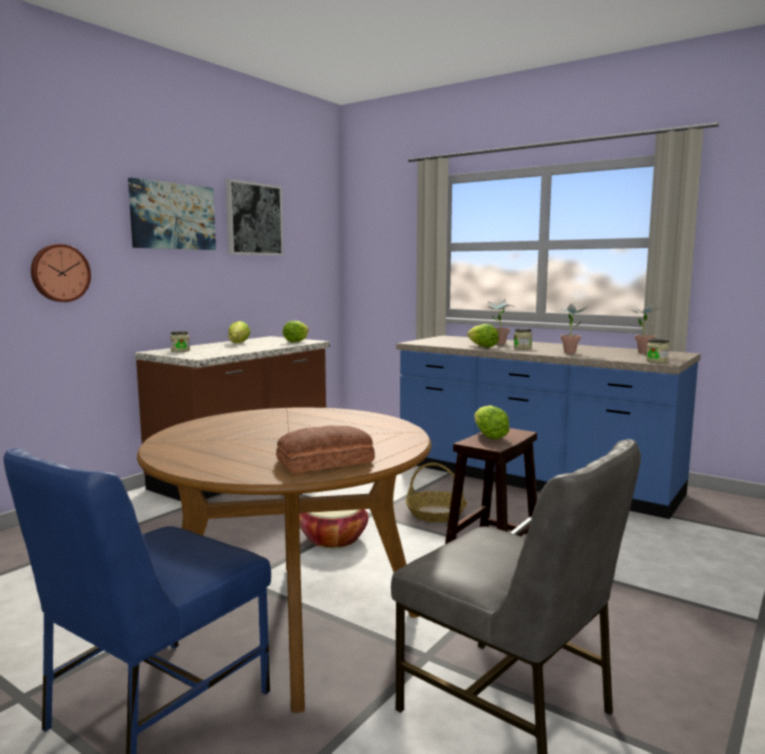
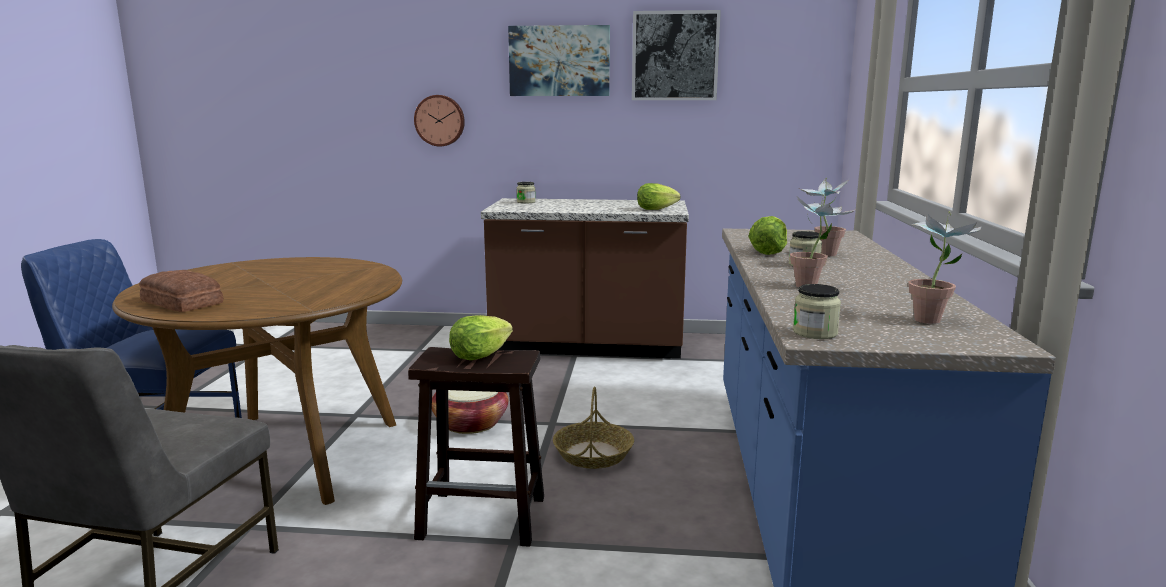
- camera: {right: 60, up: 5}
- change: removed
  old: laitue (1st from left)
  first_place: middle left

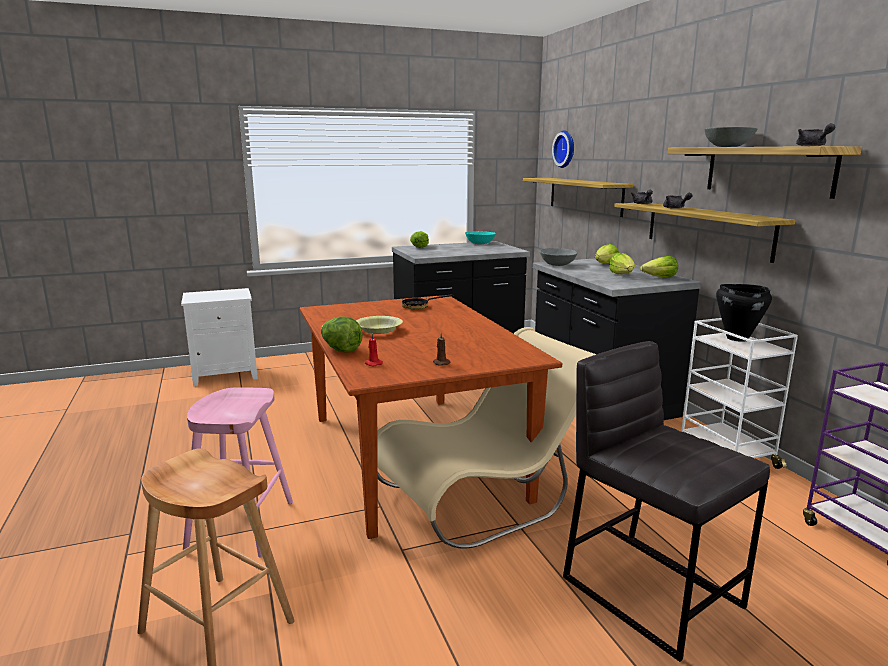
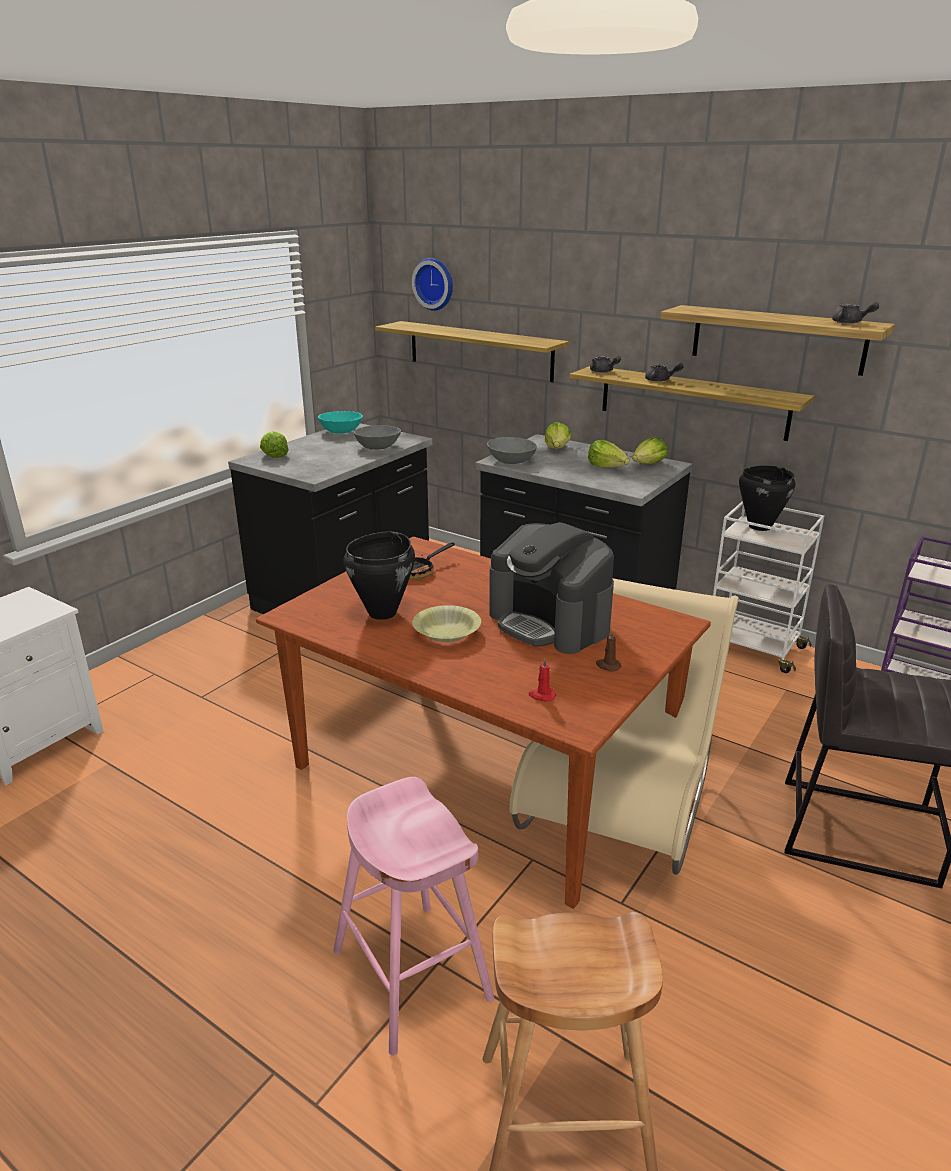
- camera: {right: -35, up: 10}
- change: moved
  old: bol (gris) (2nd from left in the first image)
  new: bol (gris) (1st from left)
  first_place: top right
  second_place: centre
- change: removed
  old: laitue (1st from left)
  first_place: centre
- change: added
  new: machine à café
  second_place: centre
- change: added
  new: marmite (noir) (1st from left)
  second_place: centre

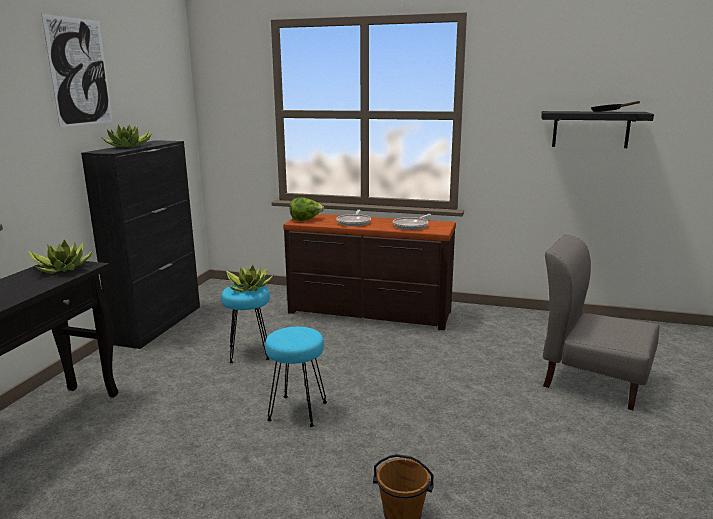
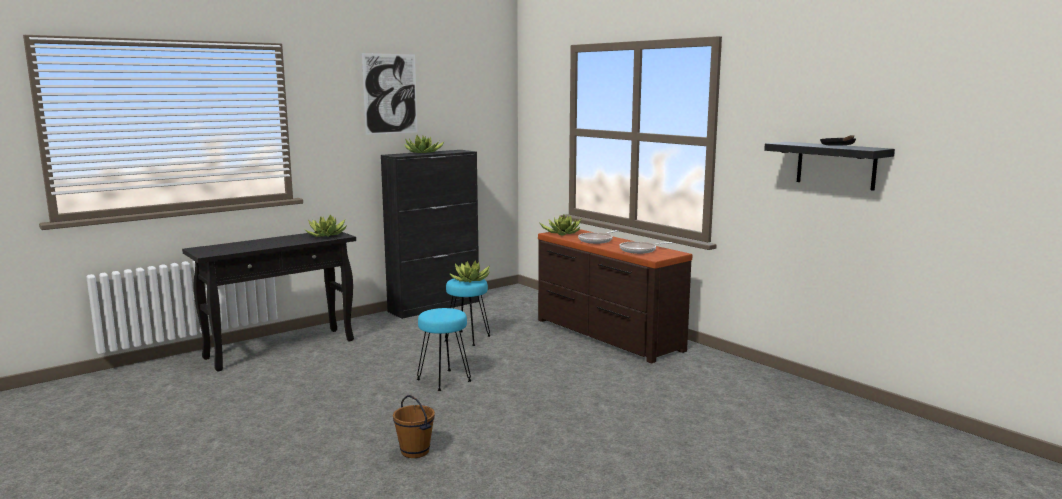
- camera: {right: 35, up: -5}
- change: replaced
  old: laitue
  new: plante en pot (4th from left)
  first_place: centre
  second_place: centre
- change: removed
  old: chaise (gris)
  first_place: middle right

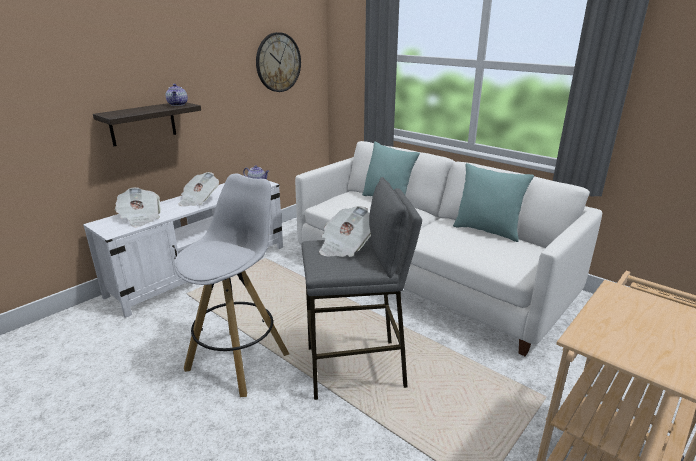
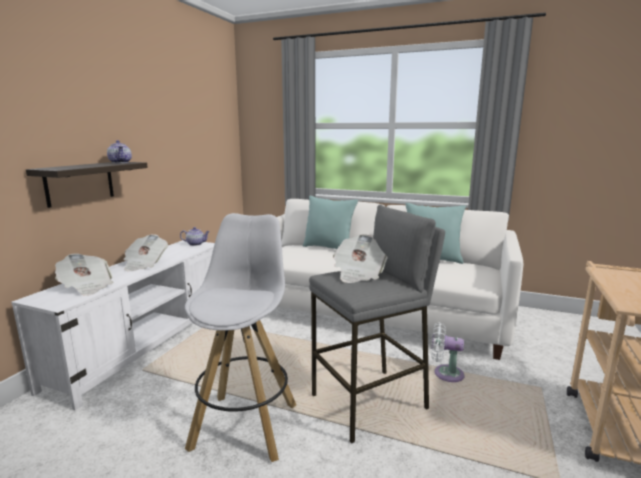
- camera: {right: -20, up: -10}
- change: removed
  old: horloge murale
  first_place: top centre
- change: added
  new: ventilateur (blanc)
  second_place: bottom right

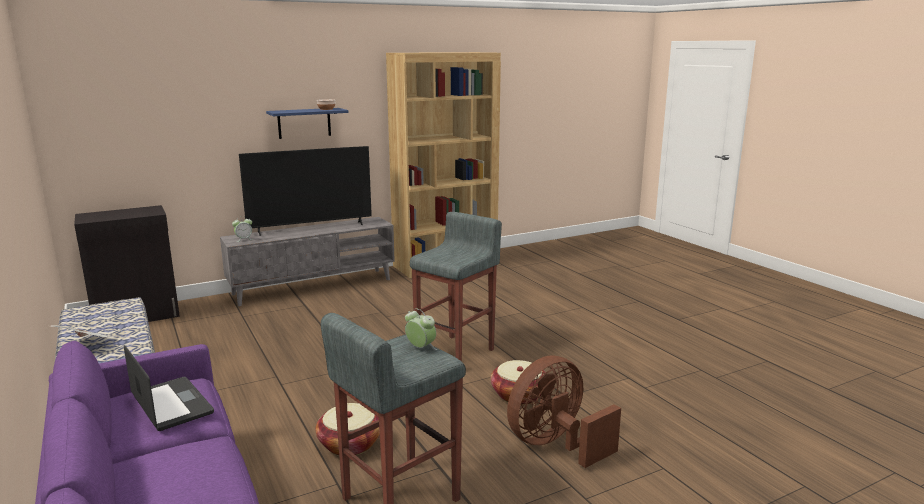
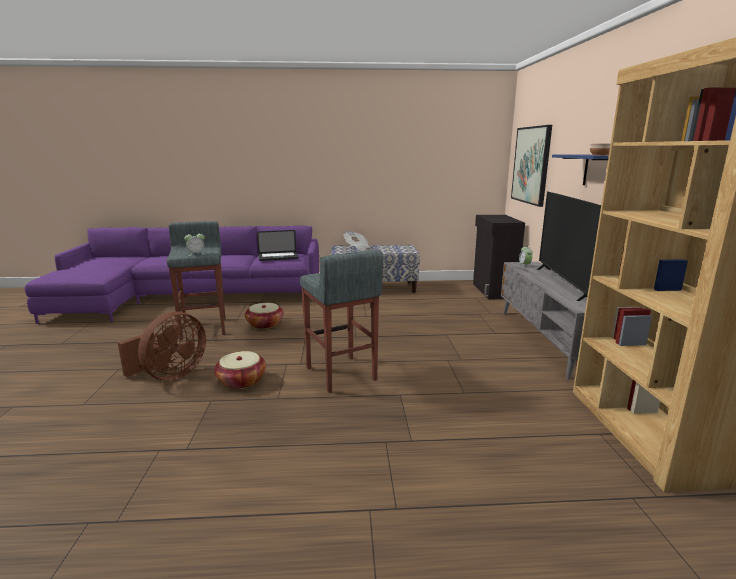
- camera: {right: 115, up: 0}
- change: turned
  old: ventilateur (marron)
  first_place: bottom centre
  second_place: middle left
  degrees: 45
- change: added
  new: tableau
  second_place: top right

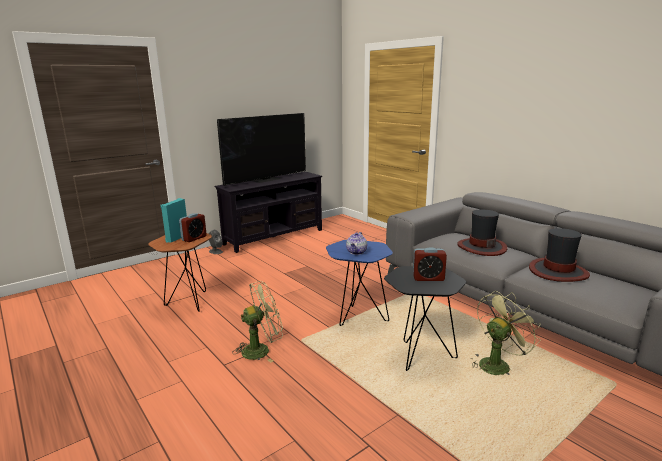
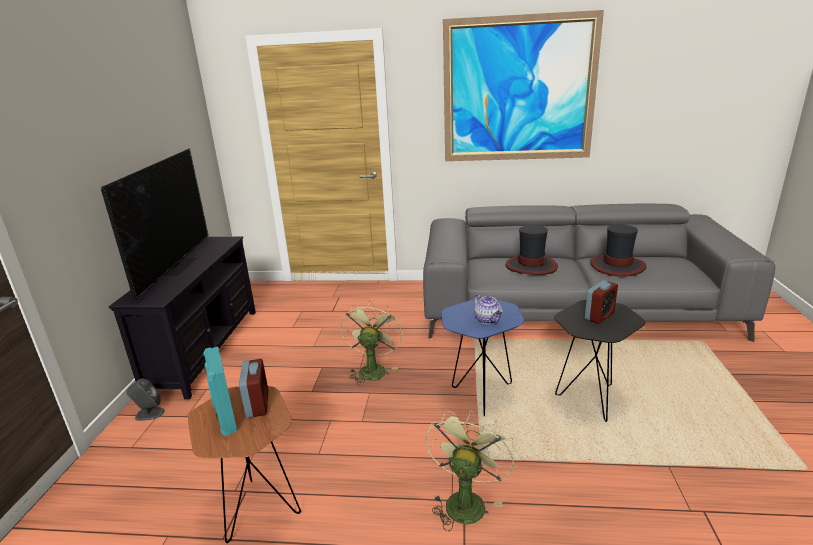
- camera: {right: -45, up: 5}
- change: moved
  old: ventilateur (vert) (2nd from left in the first image)
  new: ventilateur (vert) (1st from left)
  first_place: bottom right
  second_place: centre
- change: added
  new: tableau
  second_place: top centre

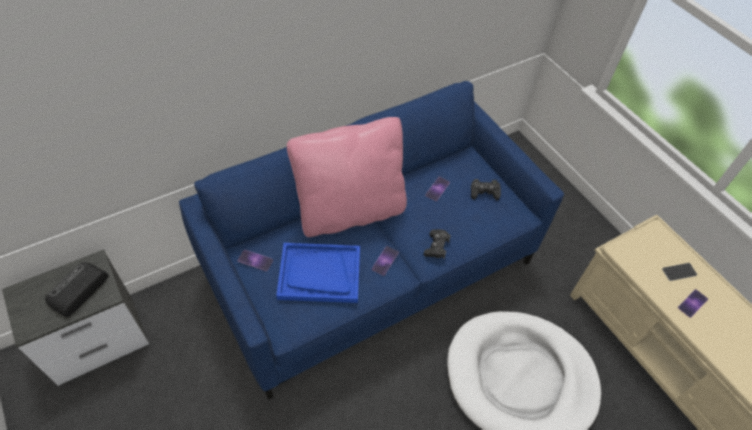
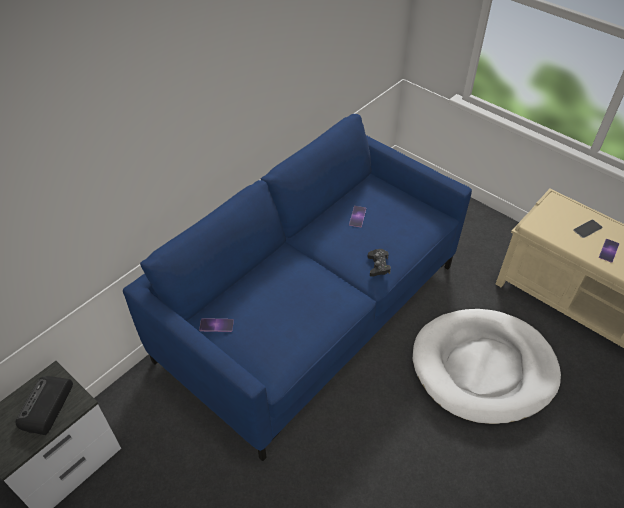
- camera: {right: -15, up: -5}
- change: removed
  old: coussin (rose)
  first_place: centre
- change: removed
  old: manette (noir) (2nd from left)
  first_place: centre
- change: removed
  old: plateau (bleu)
  first_place: centre
- change: removed
  old: téléphone (2nd from left)
  first_place: centre

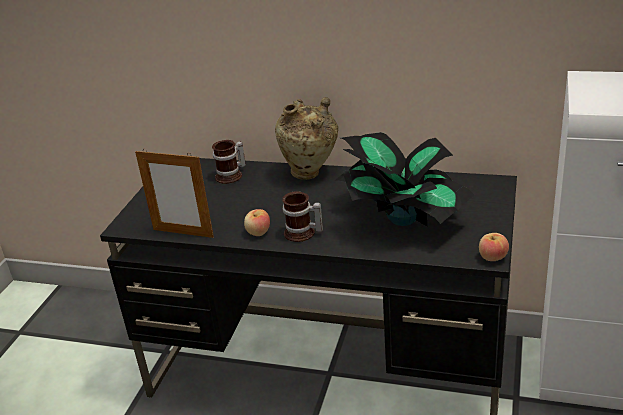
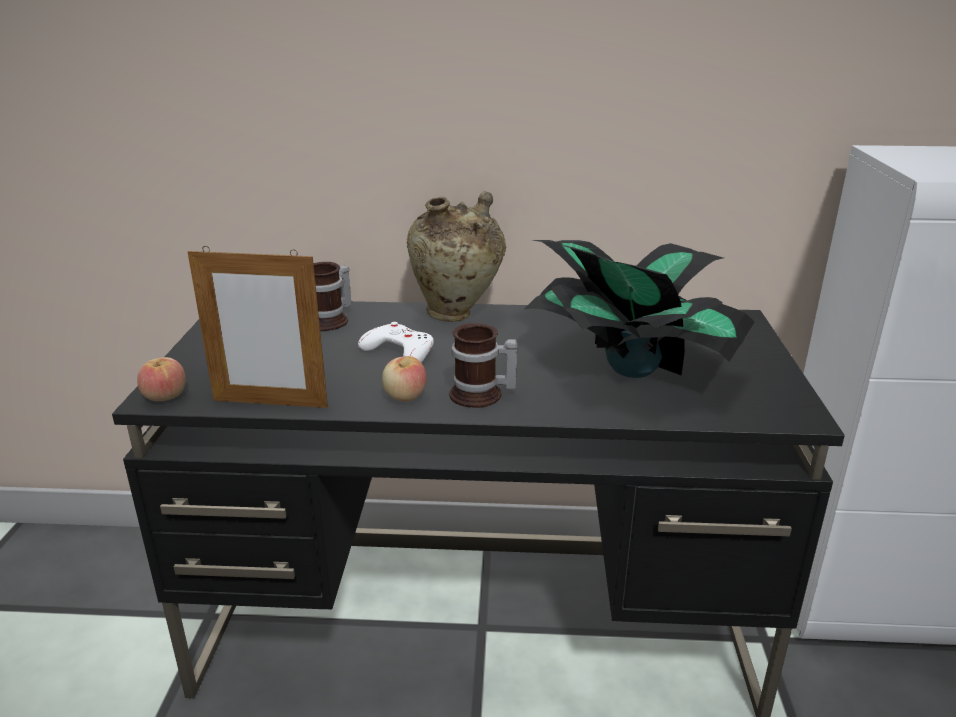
- camera: {right: -15, up: -5}
- change: moved
  old: pomme (2nd from left in the first image)
  new: pomme (1st from left)
  first_place: middle right
  second_place: middle left
- change: added
  new: manette (blanc)
  second_place: centre

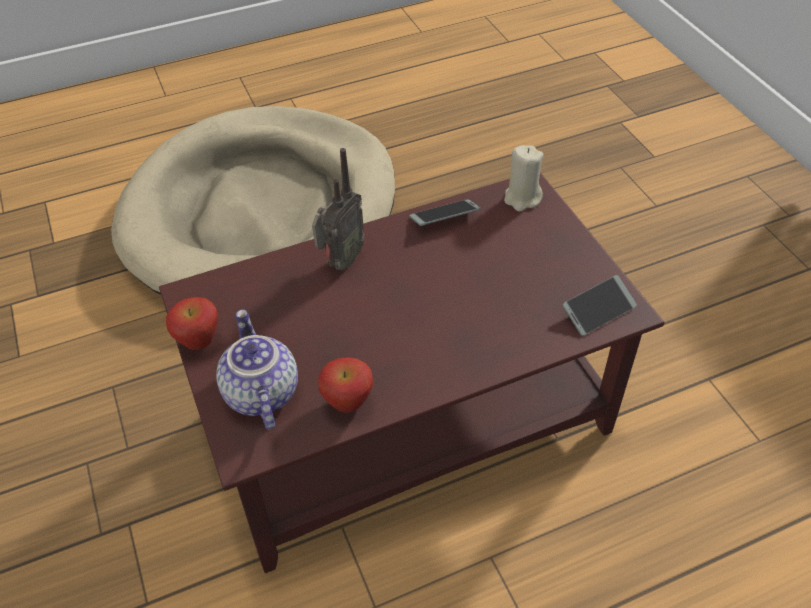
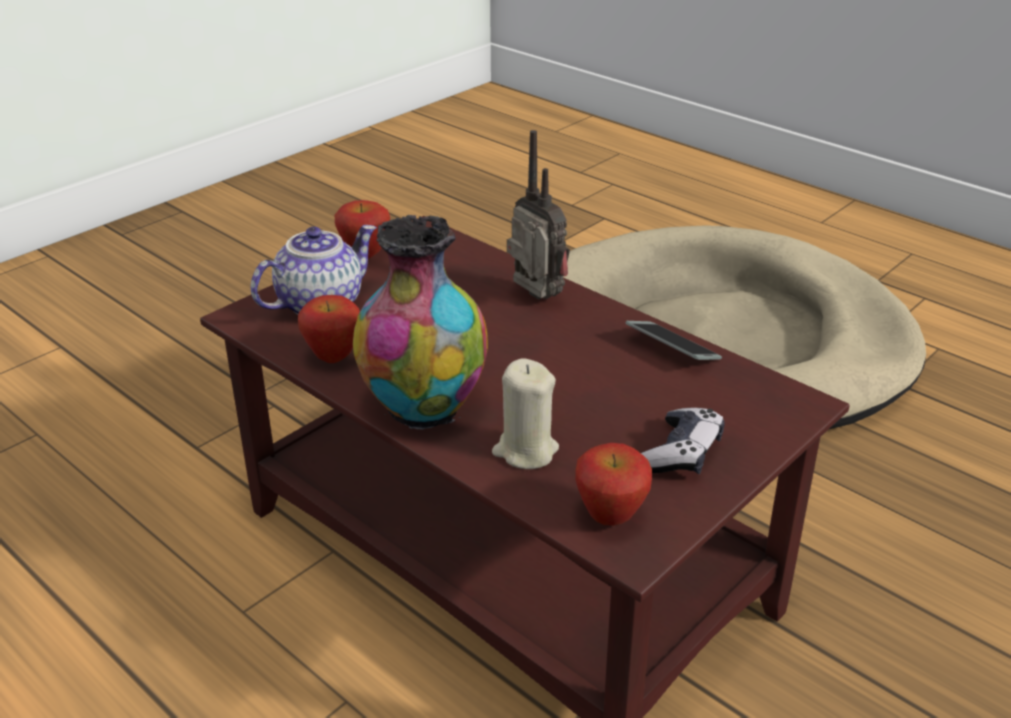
- camera: {right: 65, up: -15}
- change: moved
  old: bougie (beige)
  first_place: top centre
  second_place: centre
- change: turned
  old: radio
  first_place: centre
  second_place: top centre
  degrees: -135
- change: replaced
  old: téléphone (2nd from left)
  new: pomme (3rd from left)
  first_place: middle right
  second_place: bottom centre
- change: added
  new: vase
  second_place: centre
- change: added
  new: manette
  second_place: middle right

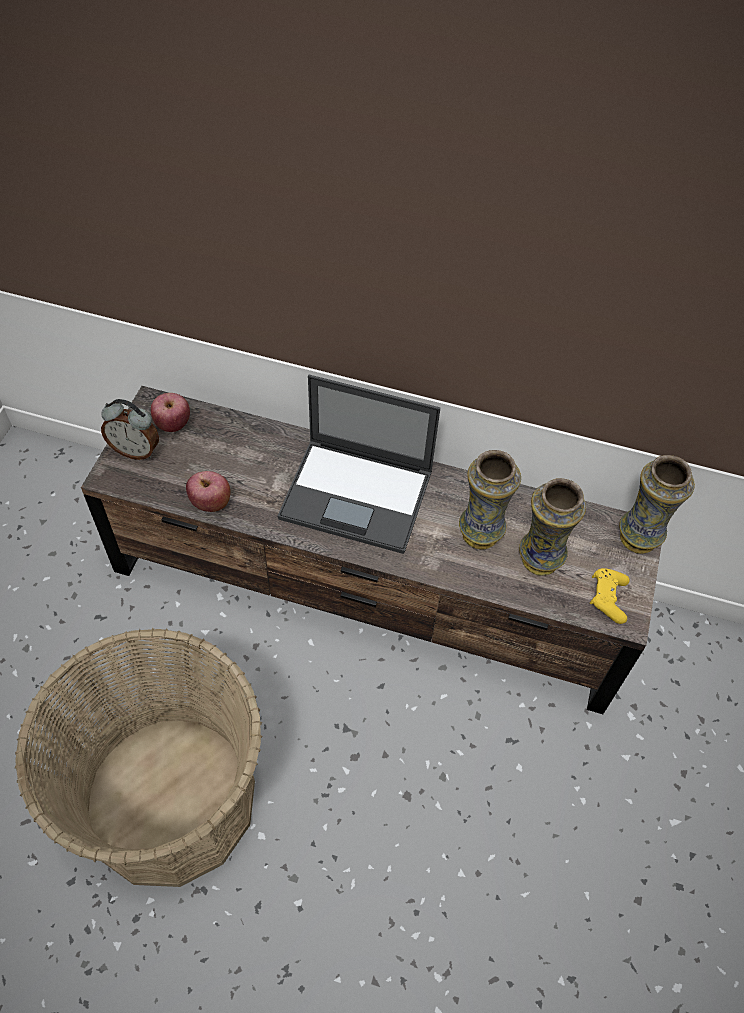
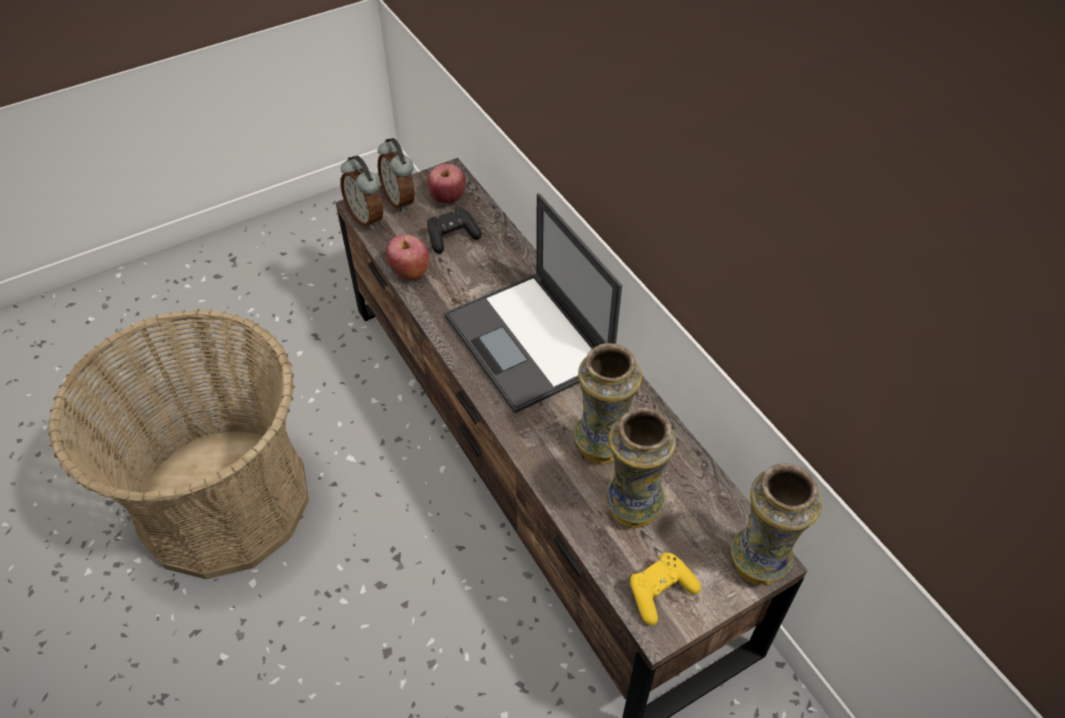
- camera: {right: 45, up: -5}
- change: added
  new: réveil (1st from left)
  second_place: top centre
- change: added
  new: manette (noir)
  second_place: top centre

